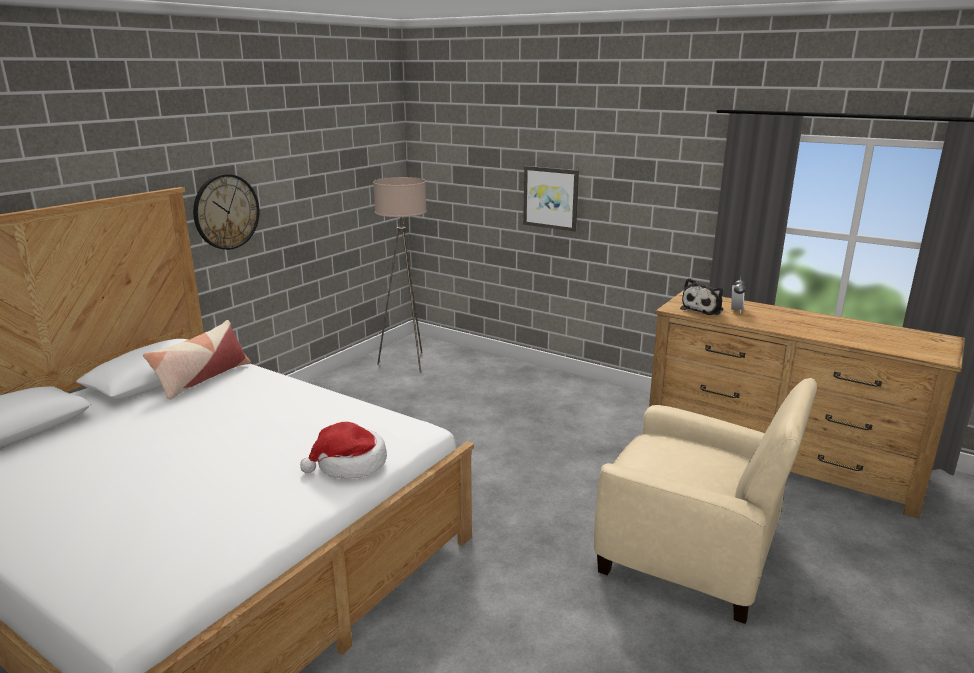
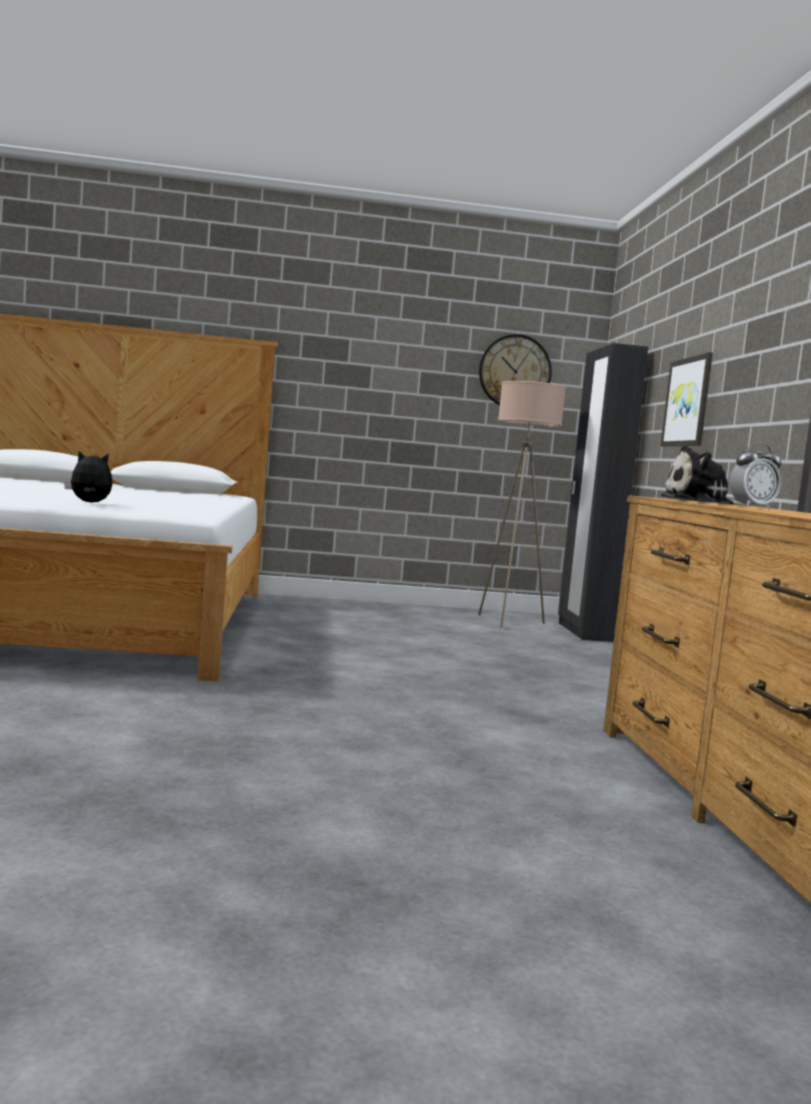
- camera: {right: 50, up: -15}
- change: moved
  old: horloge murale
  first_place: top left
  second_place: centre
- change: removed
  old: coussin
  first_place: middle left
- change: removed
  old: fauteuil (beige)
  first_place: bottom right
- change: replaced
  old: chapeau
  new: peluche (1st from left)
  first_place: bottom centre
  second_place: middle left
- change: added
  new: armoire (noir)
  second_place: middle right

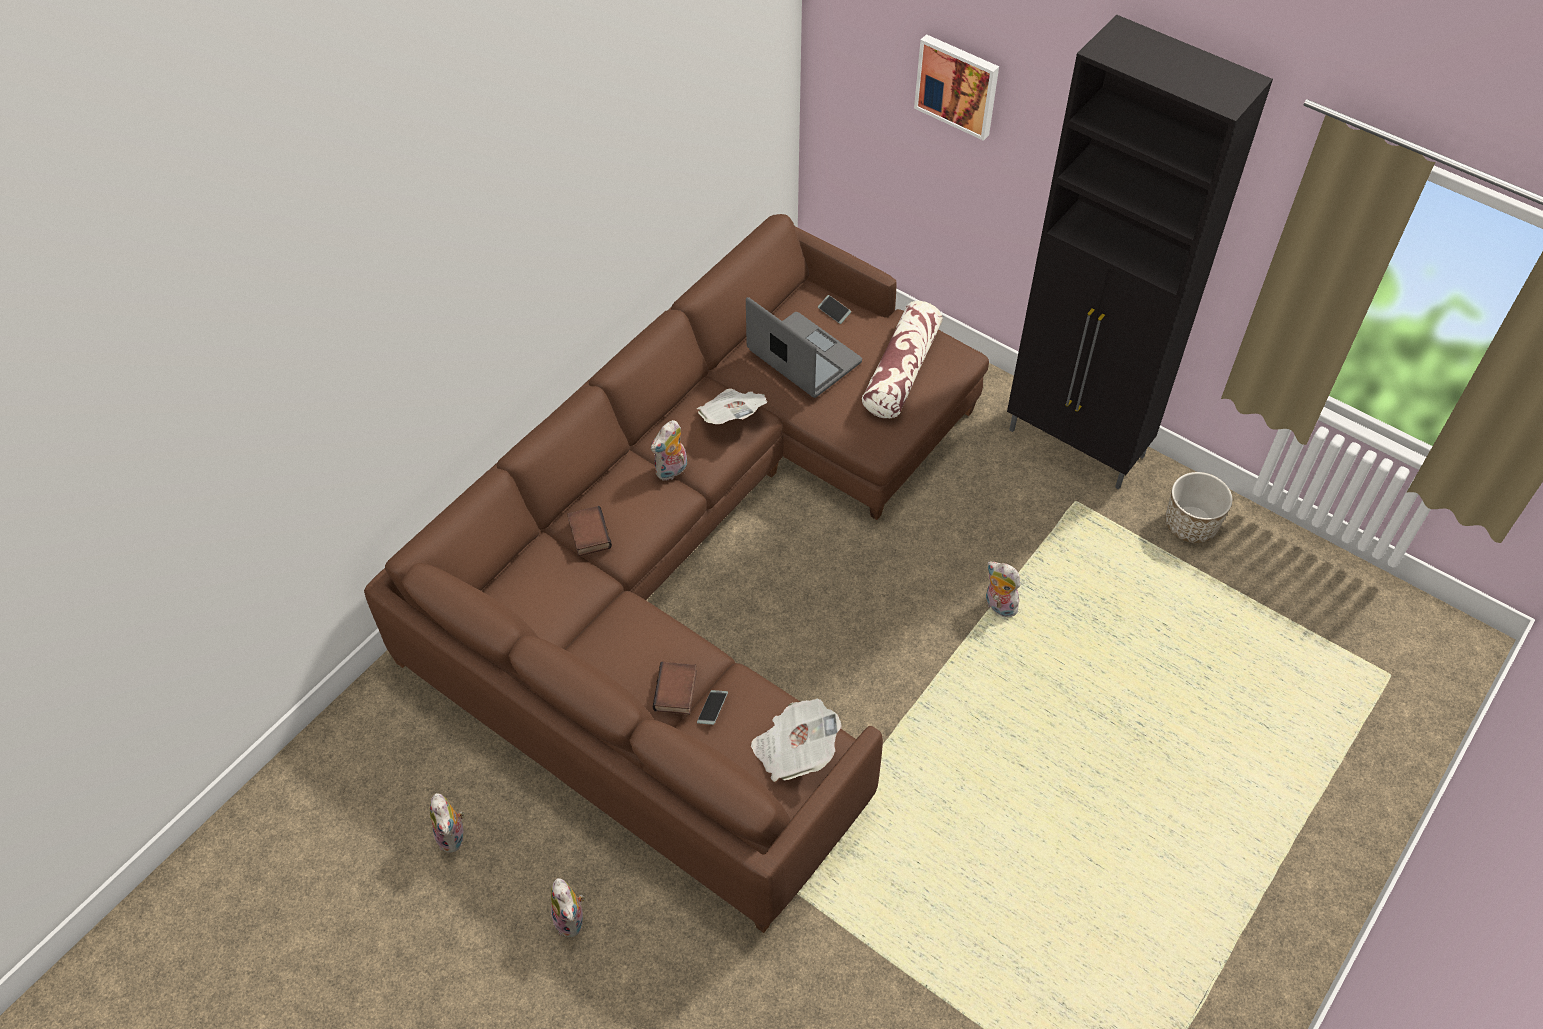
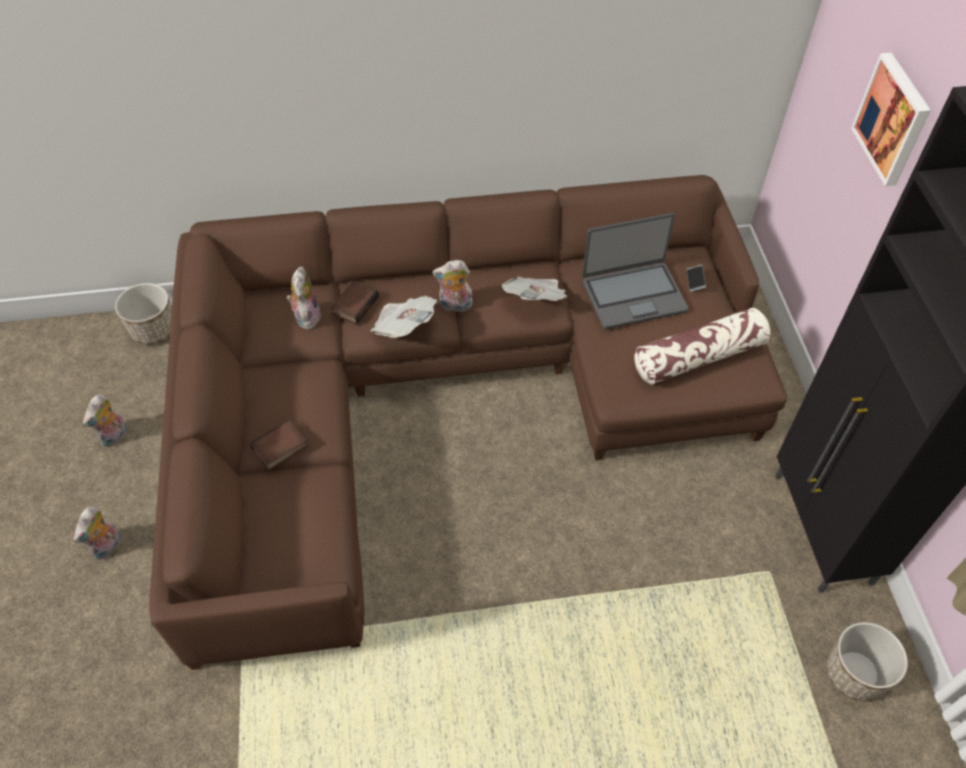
- camera: {right: 45, up: 0}
- change: turned
  old: ordinateur portable
  first_place: centre
  second_place: centre
  degrees: 75
- change: moved
  old: peluche (4th from left in the first image)
  new: peluche (3rd from left)
  first_place: centre
  second_place: middle left
- change: removed
  old: téléphone (1st from left)
  first_place: bottom centre
- change: moved
  old: journal (2nd from left in the first image)
  new: journal (1st from left)
  first_place: bottom centre
  second_place: centre
- change: added
  new: cache-pot (1st from left)
  second_place: middle left

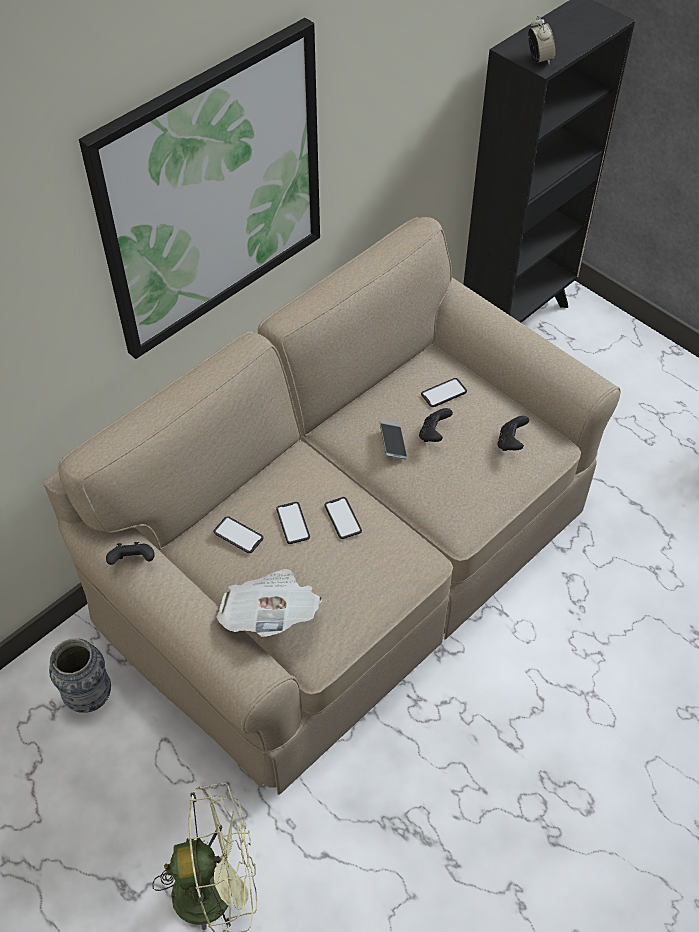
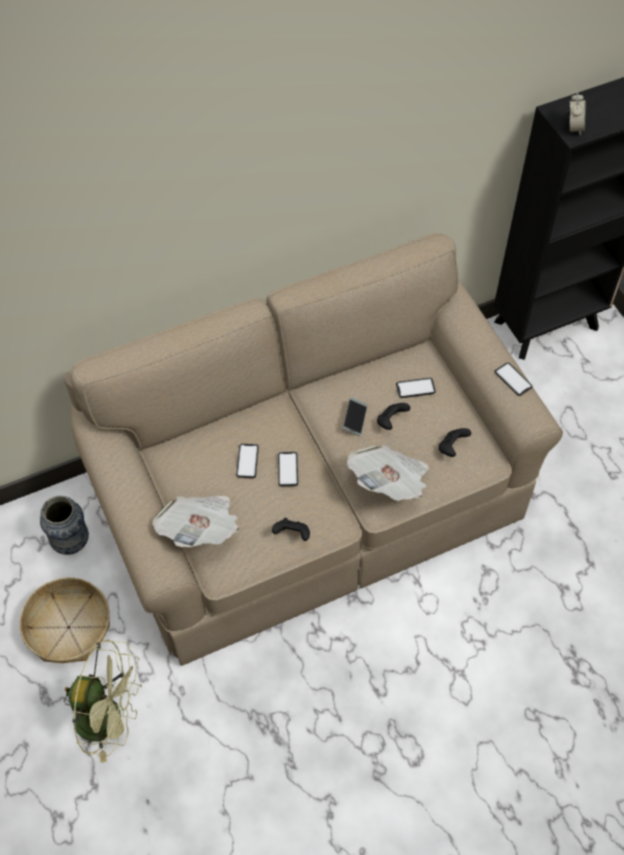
- camera: {right: 20, up: 5}
- change: removed
  old: tableau
  first_place: top left
- change: moved
  old: téléphone (1st from left in the first image)
  new: téléphone (5th from left)
  first_place: centre
  second_place: middle right
- change: moved
  old: manette (noir) (1st from left)
  first_place: middle left
  second_place: centre
- change: added
  new: journal (2nd from left)
  second_place: centre
- change: added
  new: panier
  second_place: bottom left

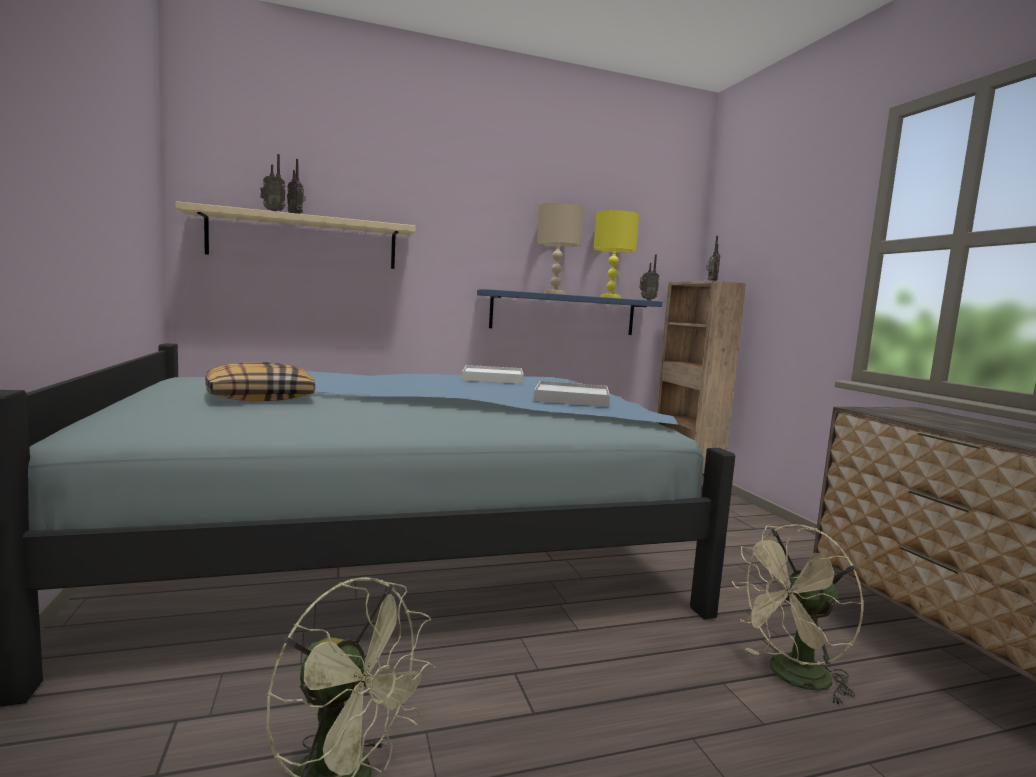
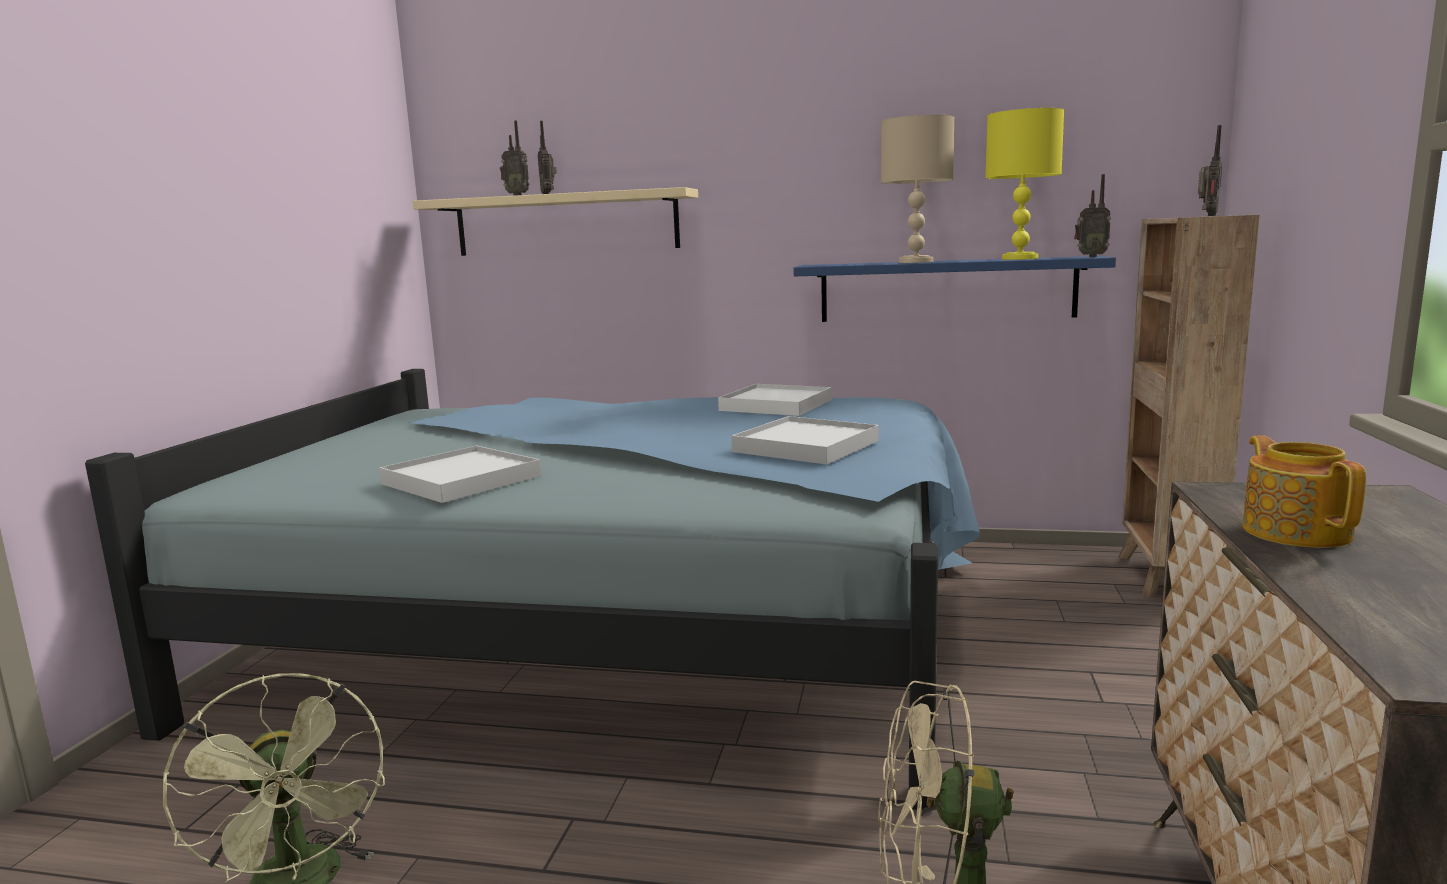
- camera: {right: 30, up: 5}
- change: removed
  old: coussin
  first_place: middle left
- change: added
  new: théière
  second_place: middle right
- change: added
  new: plateau (blanc) (1st from left)
  second_place: middle left

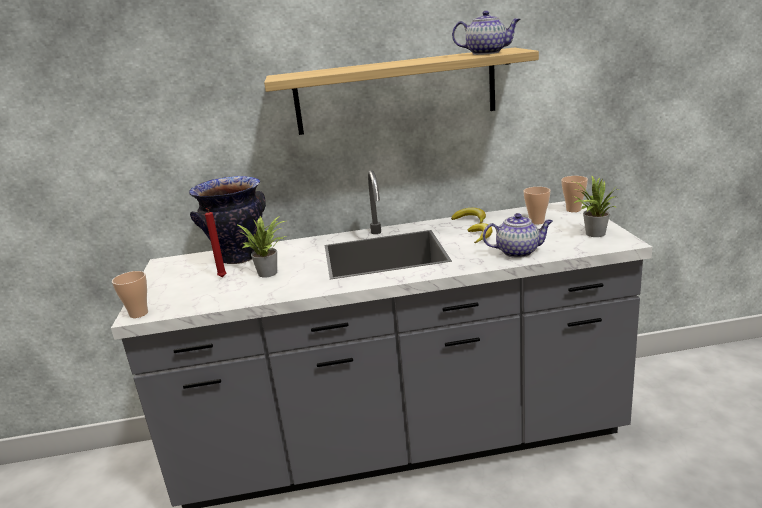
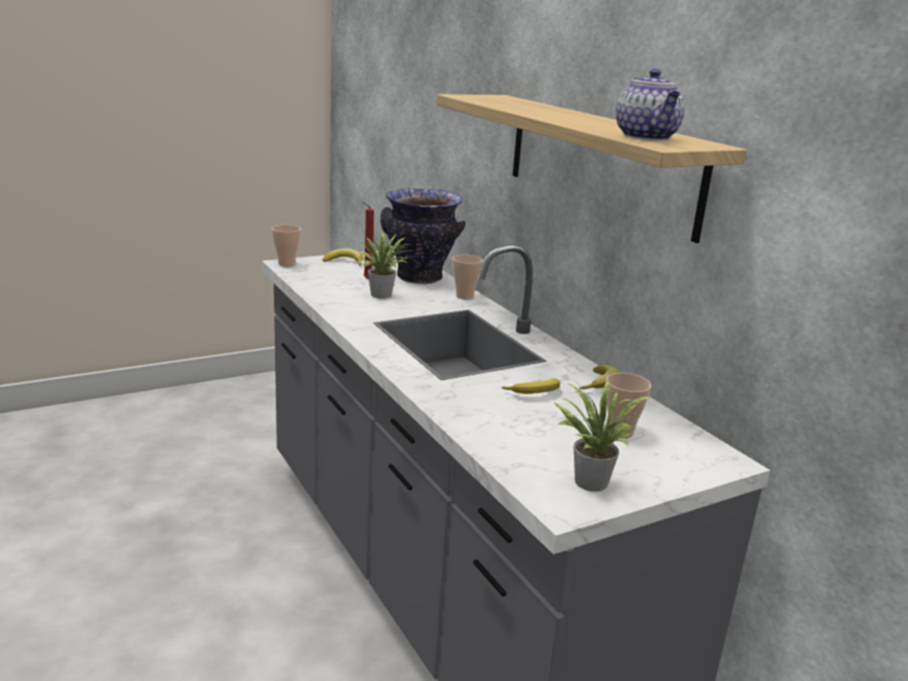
- camera: {right: 65, up: 0}
- change: moved
  old: tasse (3rd from left in the first image)
  new: tasse (2nd from left)
  first_place: middle right
  second_place: centre
- change: removed
  old: théière (2nd from left)
  first_place: middle right
- change: added
  new: banane (1st from left)
  second_place: centre

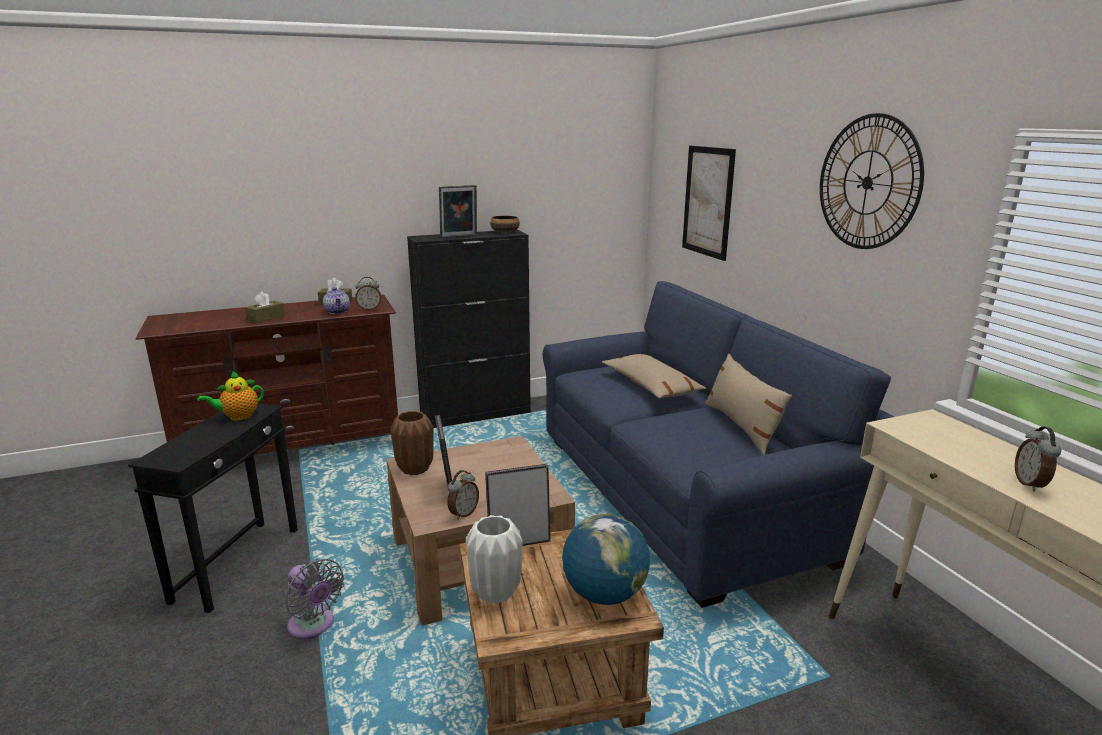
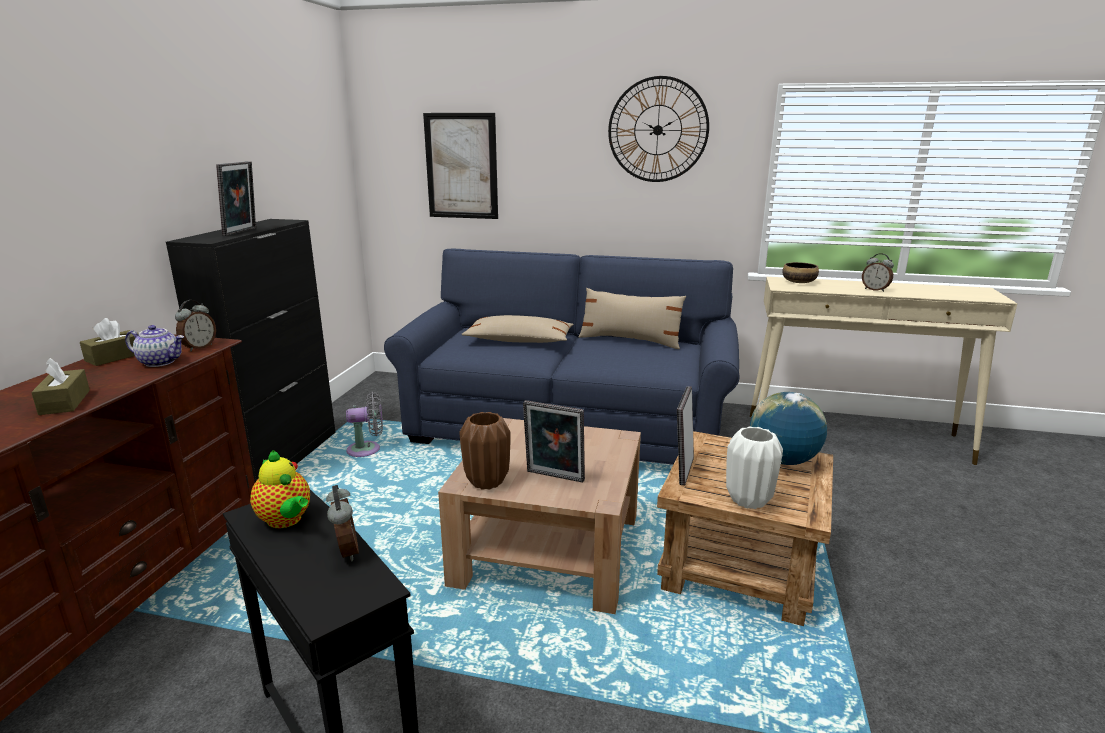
- camera: {right: -55, up: 0}
- change: moved
  old: bol
  first_place: top centre
  second_place: middle right
- change: turned
  old: théière (1st from left in the first image)
  first_place: middle left
  second_place: bottom left
  degrees: -45
- change: moved
  old: réveil (2nd from left)
  first_place: bottom centre
  second_place: bottom left
- change: moved
  old: ventilateur (gris)
  first_place: bottom left
  second_place: middle left

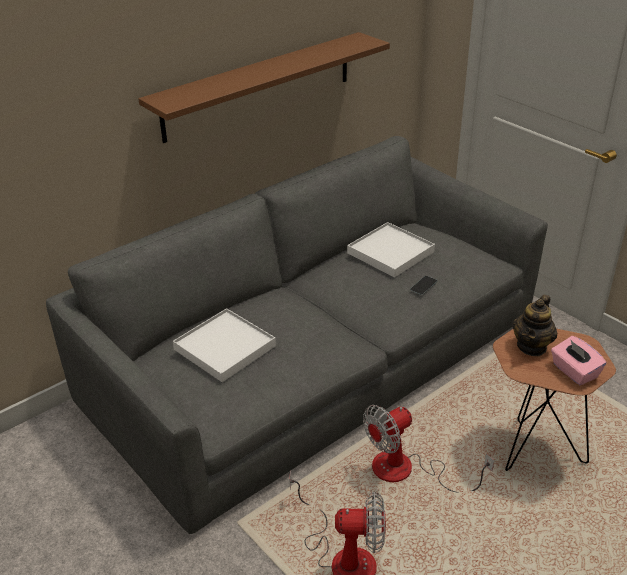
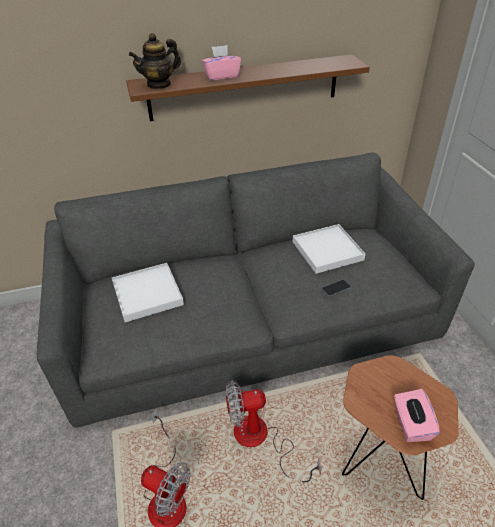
- camera: {right: 25, up: 5}
- change: moved
  old: théière
  first_place: middle right
  second_place: top left
- change: added
  new: boîte à mouchoirs (rose) (1st from left)
  second_place: top centre

